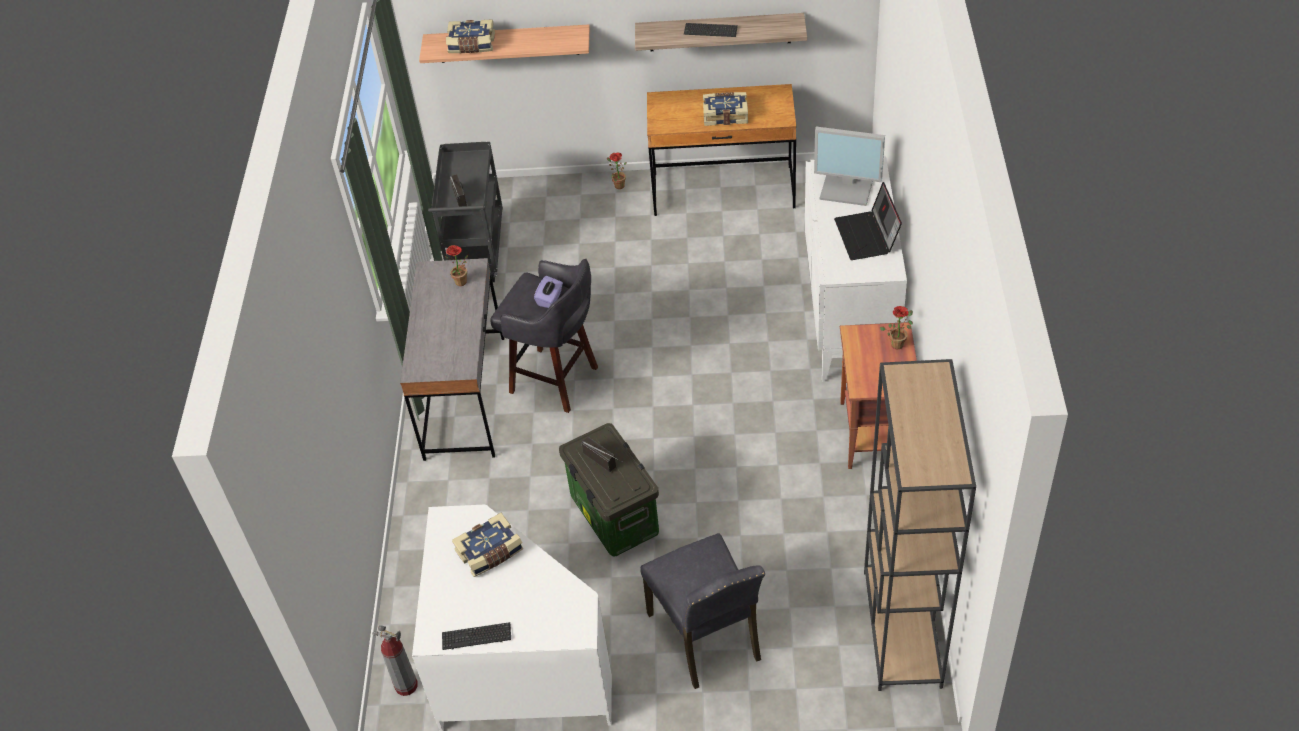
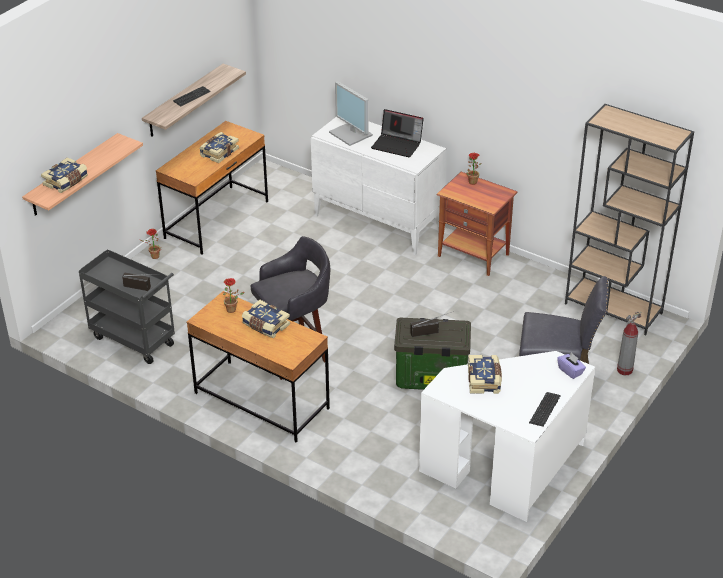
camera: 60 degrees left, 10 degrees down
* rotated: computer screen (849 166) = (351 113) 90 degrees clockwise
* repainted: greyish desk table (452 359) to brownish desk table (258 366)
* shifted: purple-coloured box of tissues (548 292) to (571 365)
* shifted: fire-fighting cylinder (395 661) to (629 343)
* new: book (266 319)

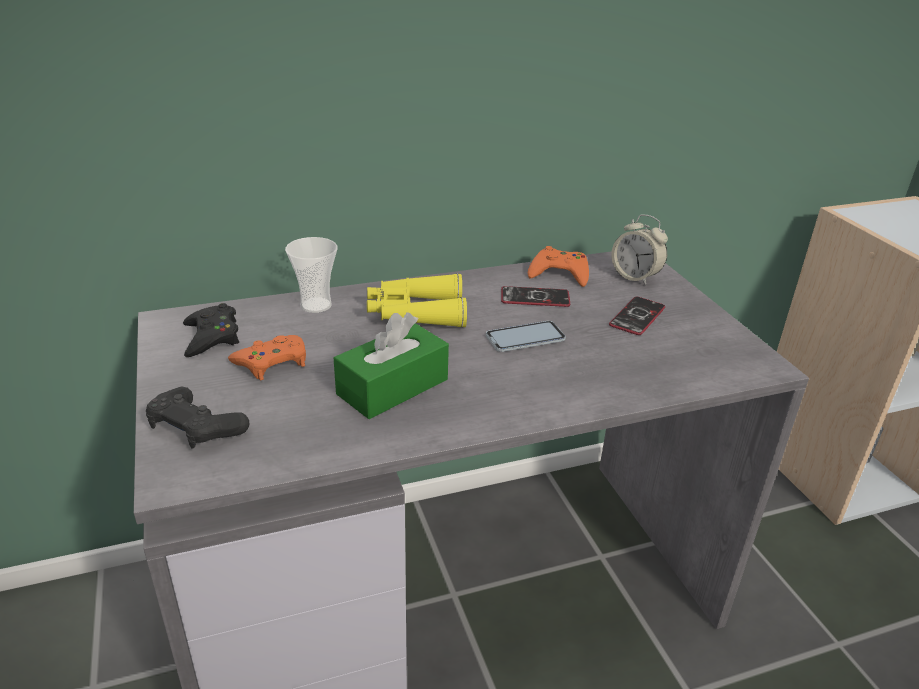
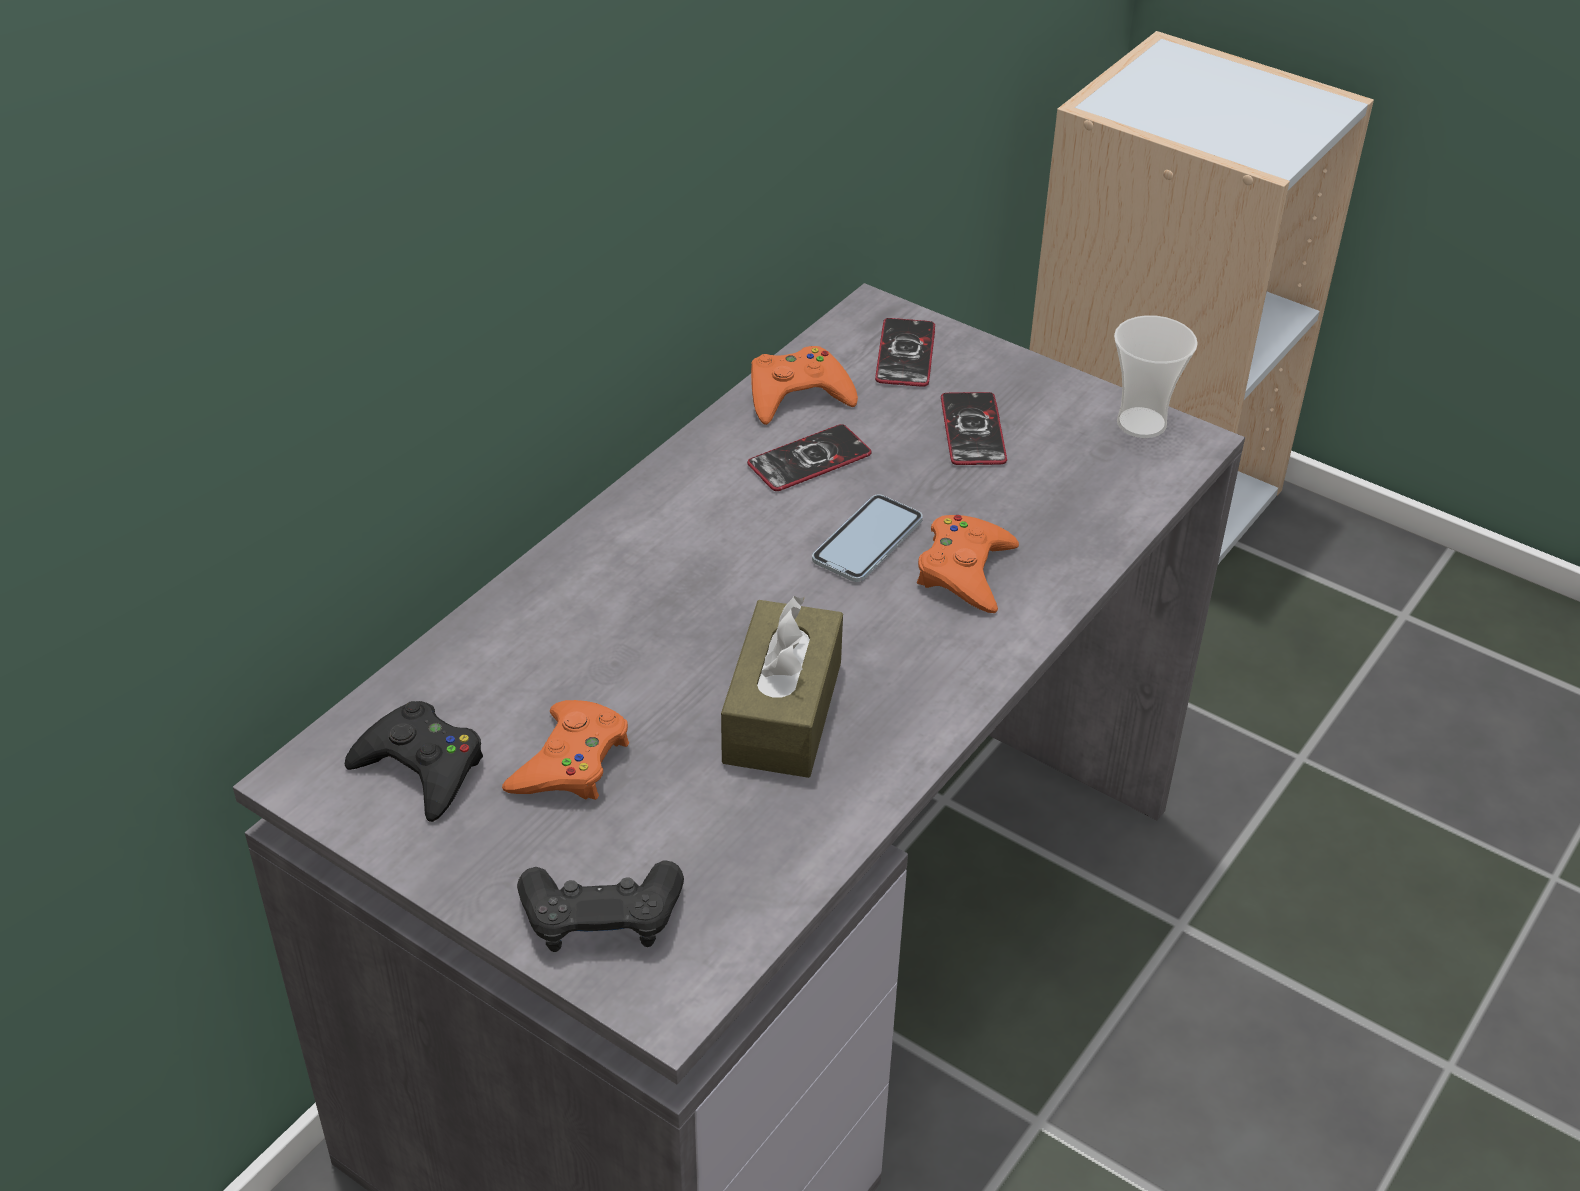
camera: 35 degrees left, 10 degrees up
* swapped: table clock (639 250) to telephone (905 352)
* shifted: cup (311 275) to (1156 376)
* gone: yellowish binoculars (417 300)
* repainted: greenish box of tissues (391 365) to brownish box of tissues (782 687)
* new: orangey joypad (968 564)

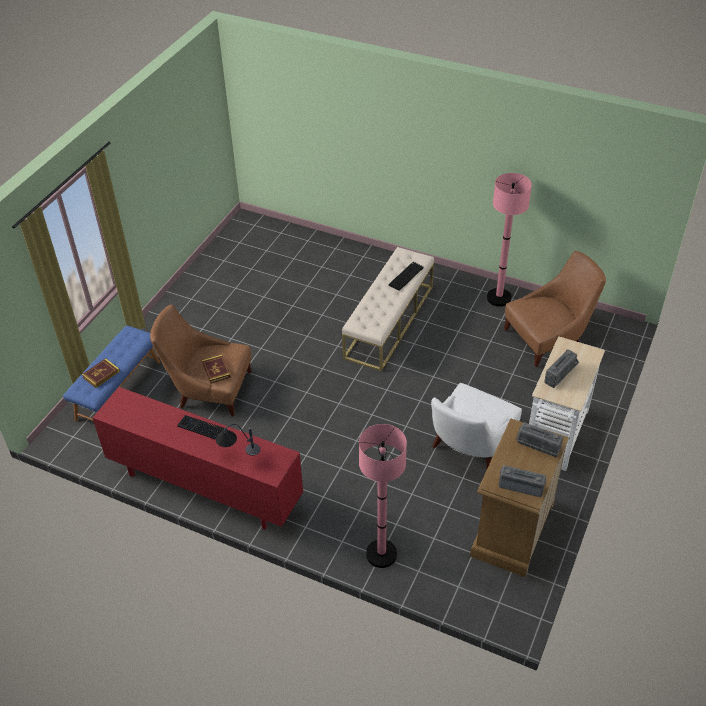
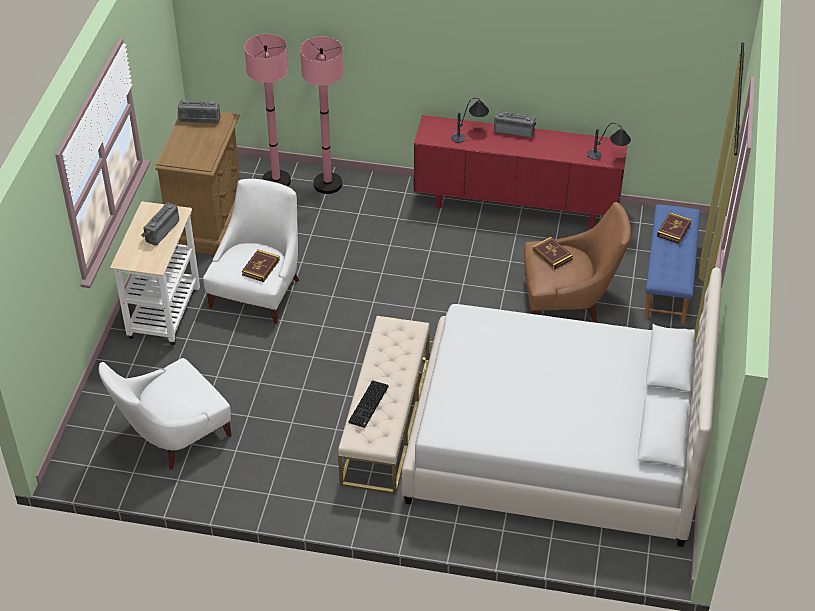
camera: 165 degrees right, 0 degrees up
* shifted: pink standing lamp (509 240) to (267 110)
* repainted: brownish easy chair (555 309) to white-coloured easy chair (164 414)
* gone: keyboard (202 427)
* shifted: radio (539 439) to (515 124)
* new: tabletop lamp (609 141)
* new: book (261 265)
* new: white-coloured bed (562 407)

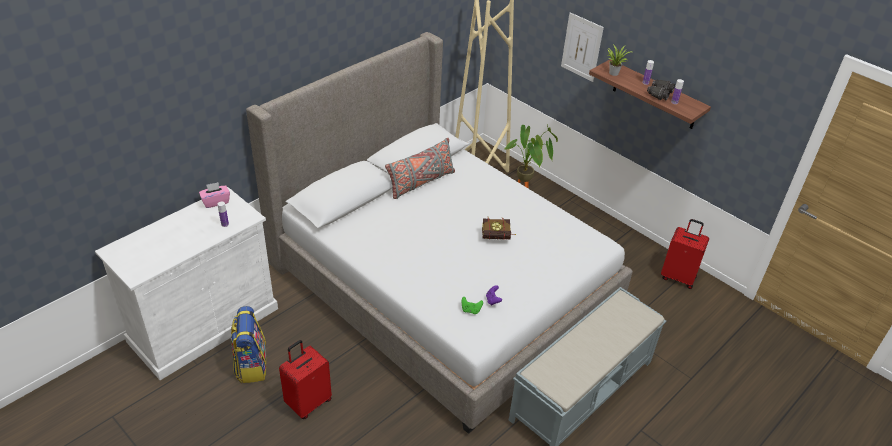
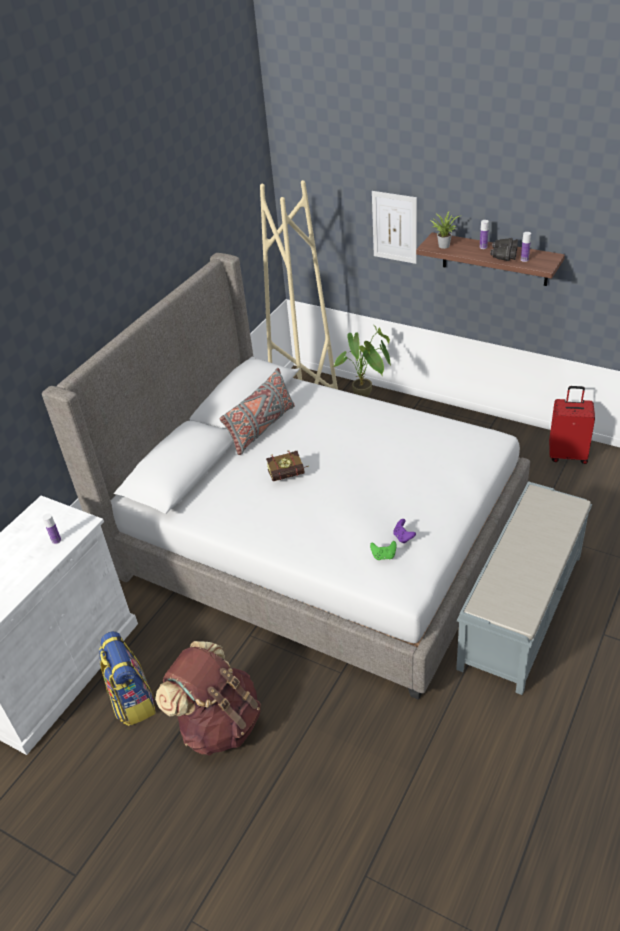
camera: 10 degrees left, 0 degrees up
* gone: pink box of tissues (214 195)
* shifted: book (499 228) to (287 465)
* swapped: red piece of luggage (305 379) to brownish backpack (208 698)

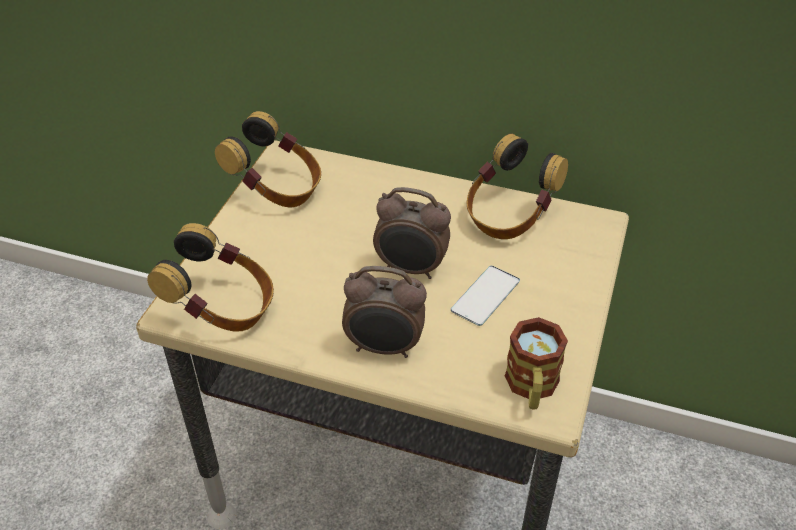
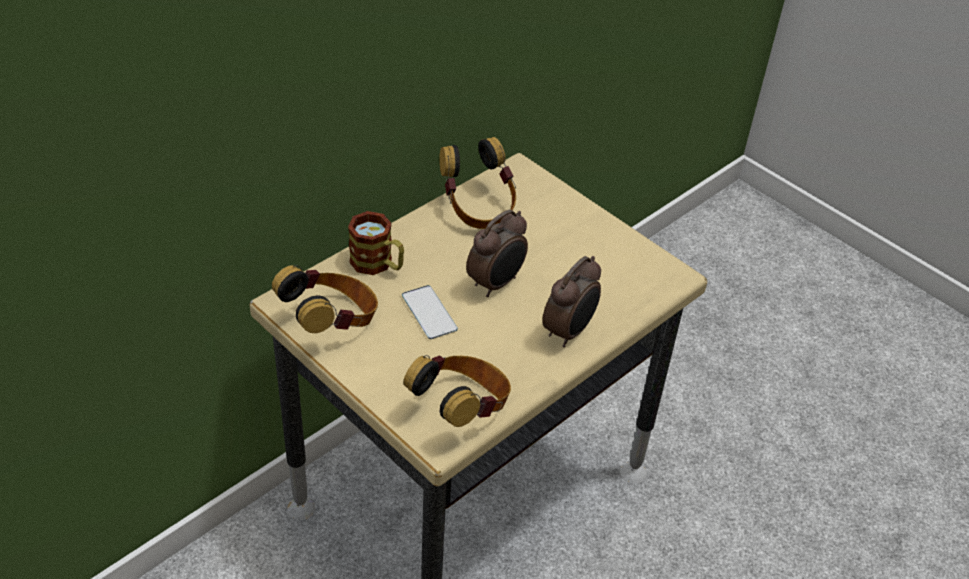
camera: 65 degrees left, 0 degrees up
* shifted: telephone (485 296) to (430 312)
* shifted: mug (536 363) to (376 243)

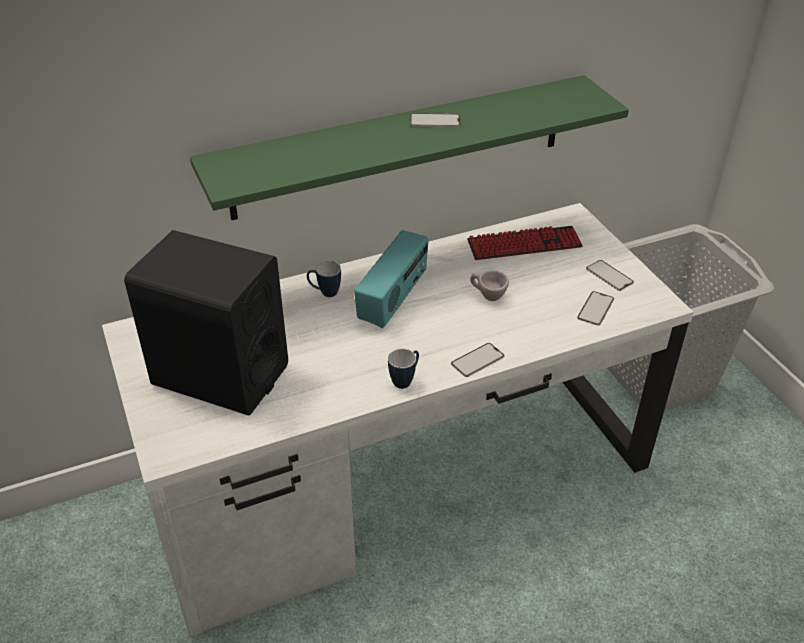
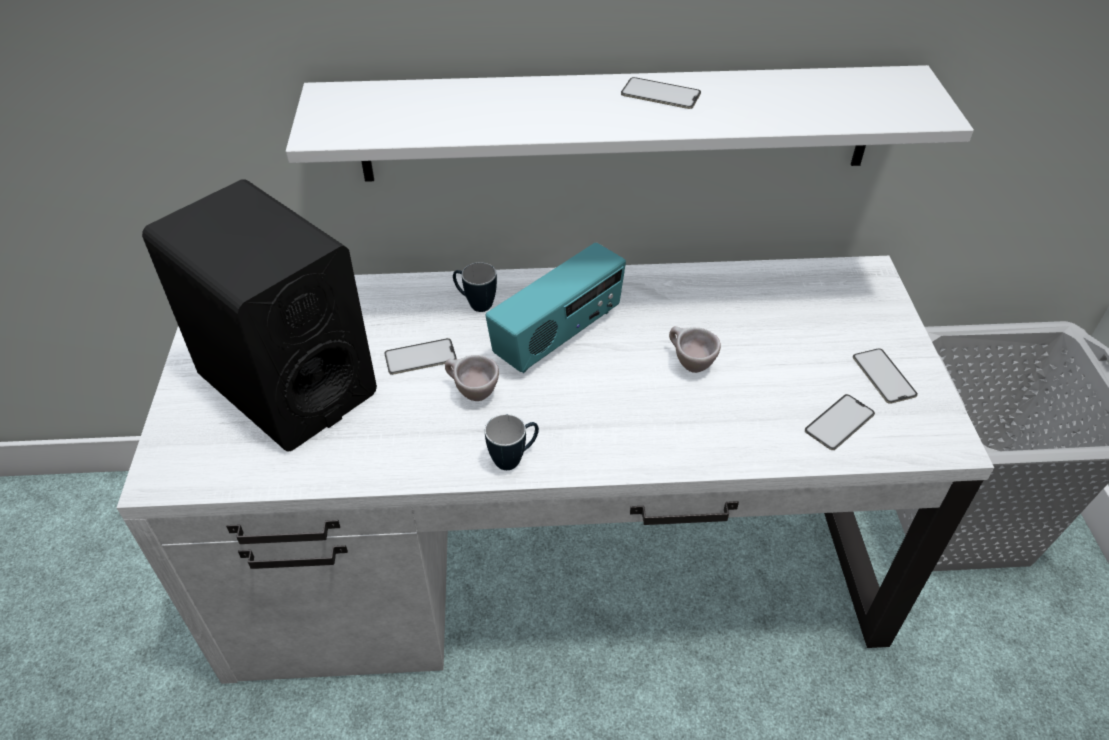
camera: 20 degrees right, 5 degrees up
* repainted: greenish wall shelf (409 147) to white-coloured wall shelf (630 123)
* gone: keyboard (525 243)
* shifted: telephone (477 360) to (420 356)
* new: beige-coloured cup (472 378)

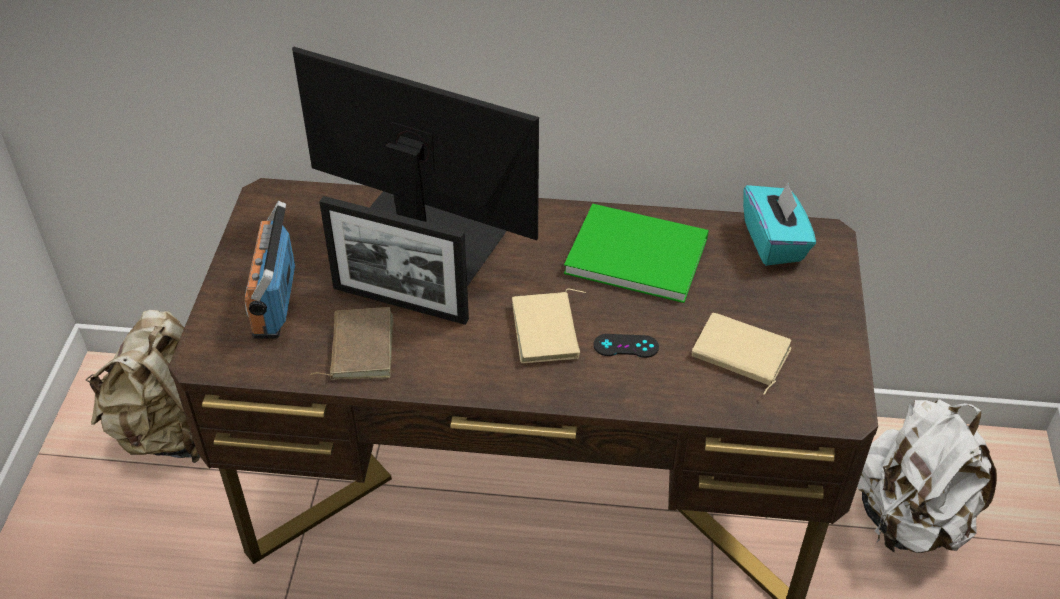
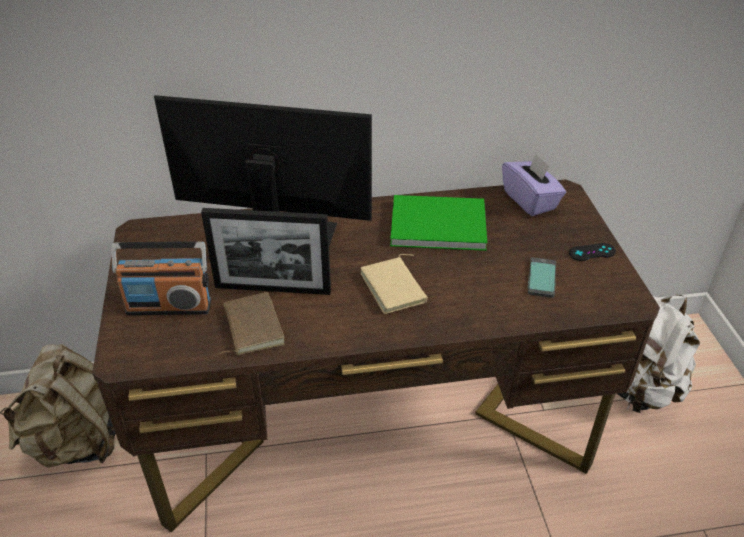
camera: 15 degrees left, 5 degrees down
* repainted: turquoise-coloured box of tissues (779 224) to purple-coloured box of tissues (534 184)
* rotated: radio (270 270) = (161 278) 75 degrees counterclockwise
* swapped: beige-coloured book (742 354) to telephone (542 277)
* shifted: black-coloured joypad (626 346) to (592 252)

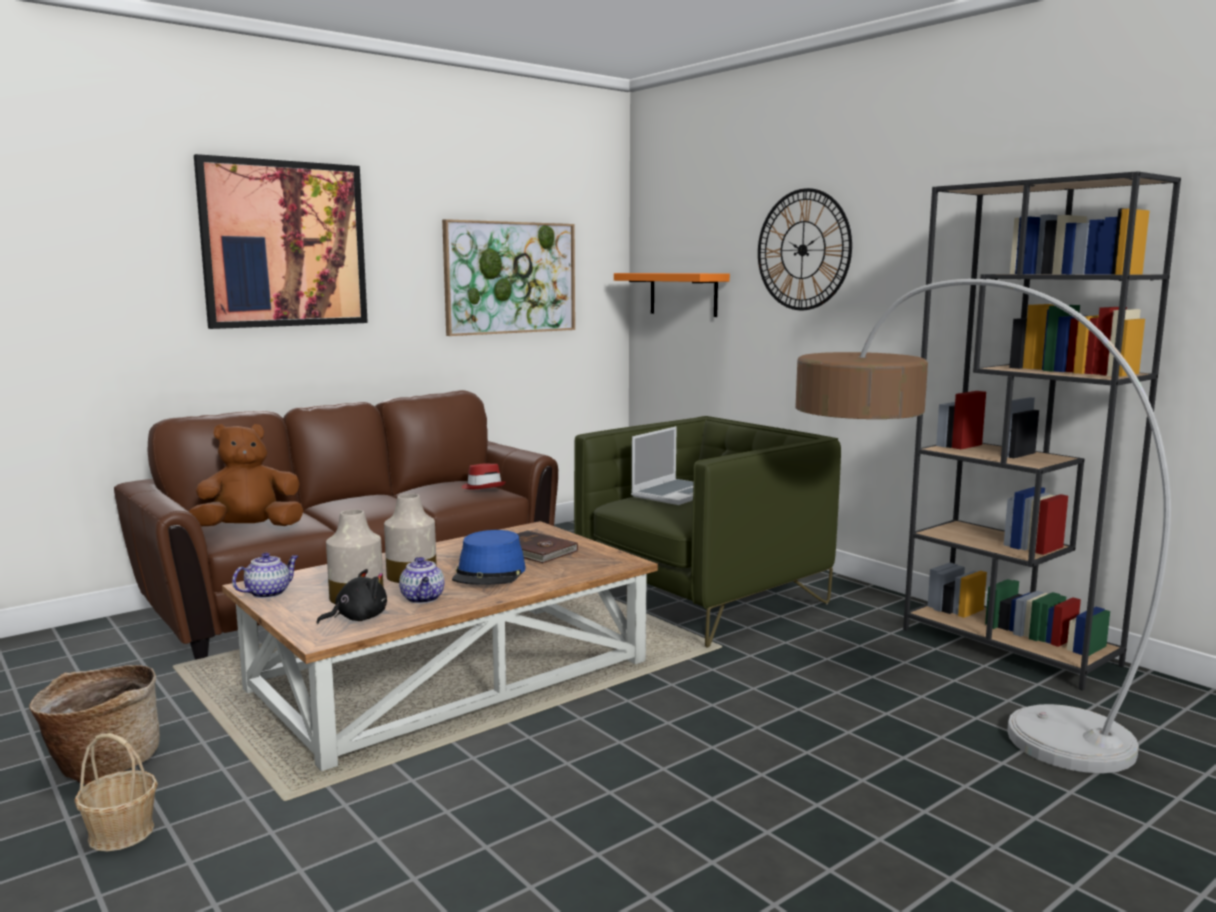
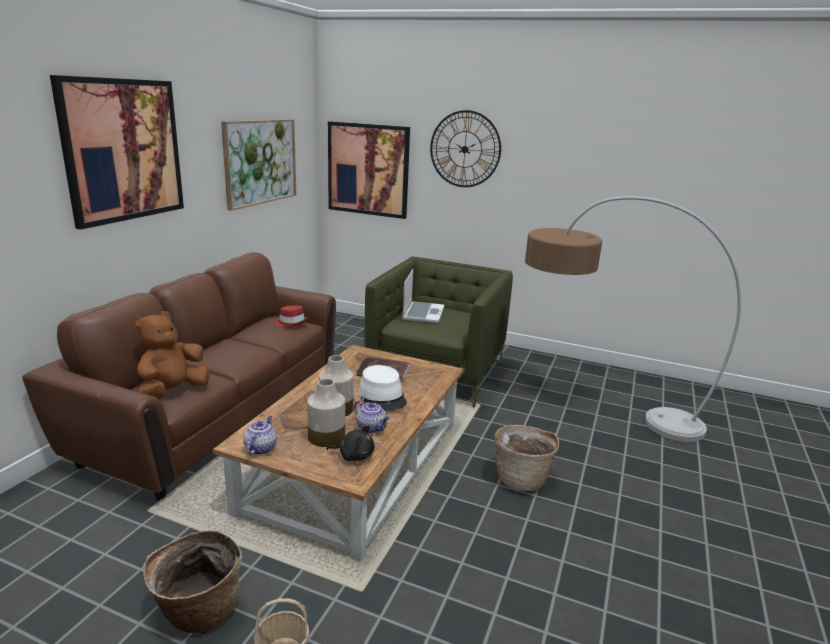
camera: 30 degrees left, 10 degrees up
* gone: bookcase (1042 431)
* swapped: orangey wall shelf (672 295) to wall art (369 170)
* repainted: bluish hat (488 557) to white-coloured hat (382 387)
* rotated: black-coloured cuddly toy (351 596) = (350 443) 75 degrees clockwise
* new: household basket (527 458)

